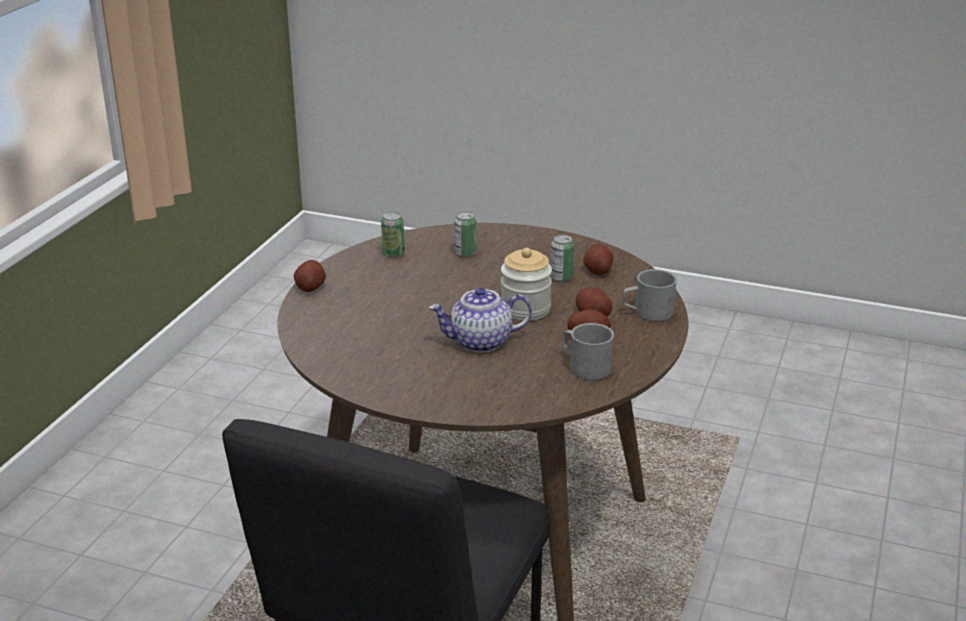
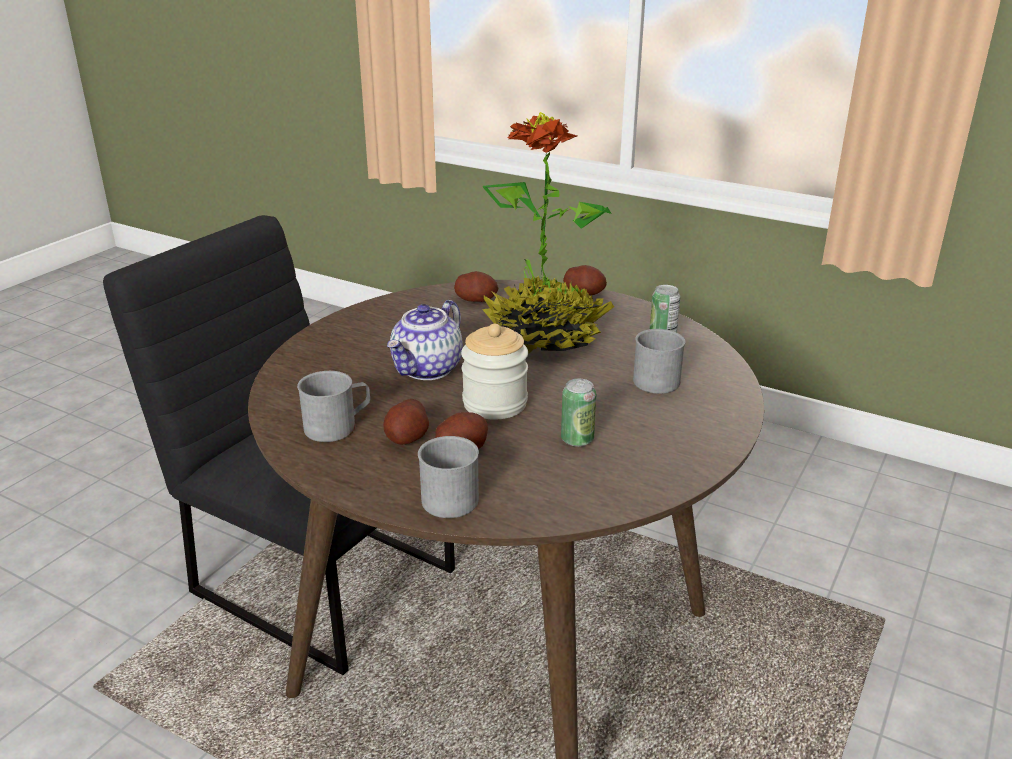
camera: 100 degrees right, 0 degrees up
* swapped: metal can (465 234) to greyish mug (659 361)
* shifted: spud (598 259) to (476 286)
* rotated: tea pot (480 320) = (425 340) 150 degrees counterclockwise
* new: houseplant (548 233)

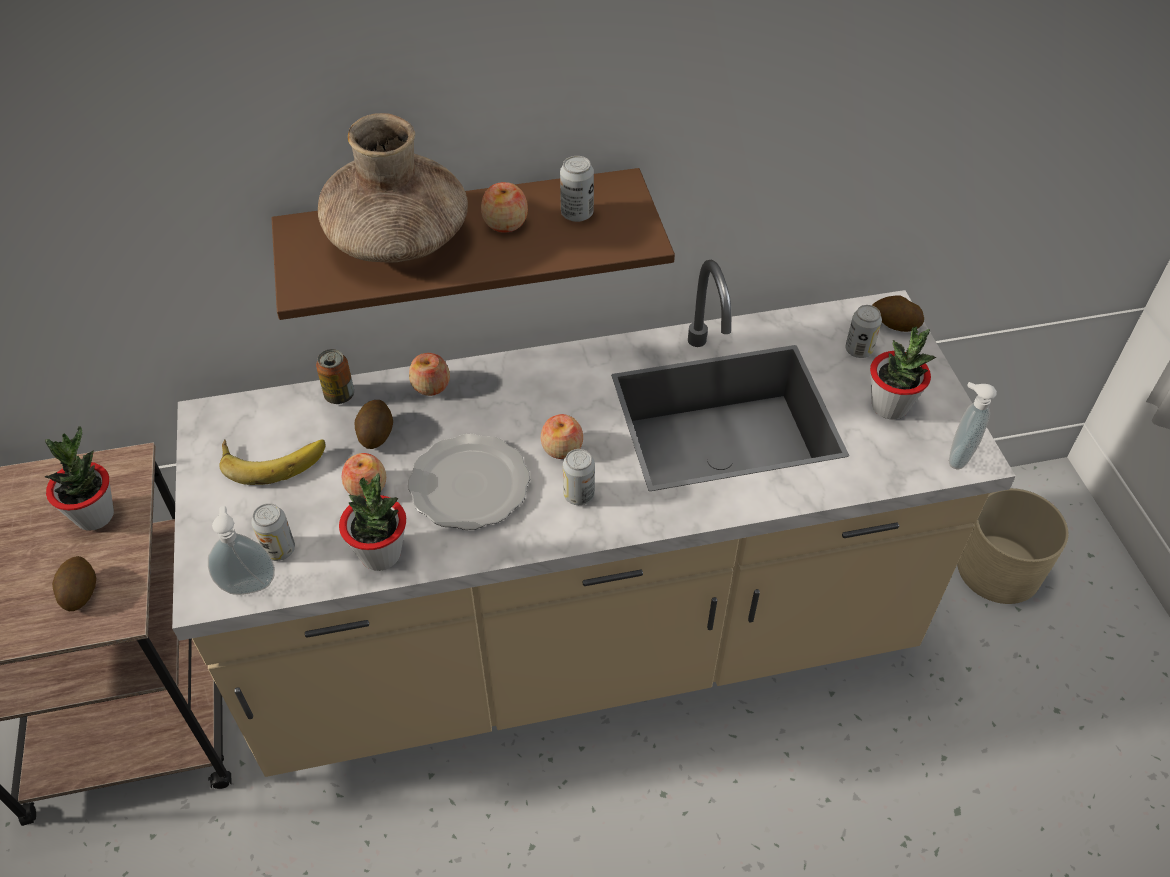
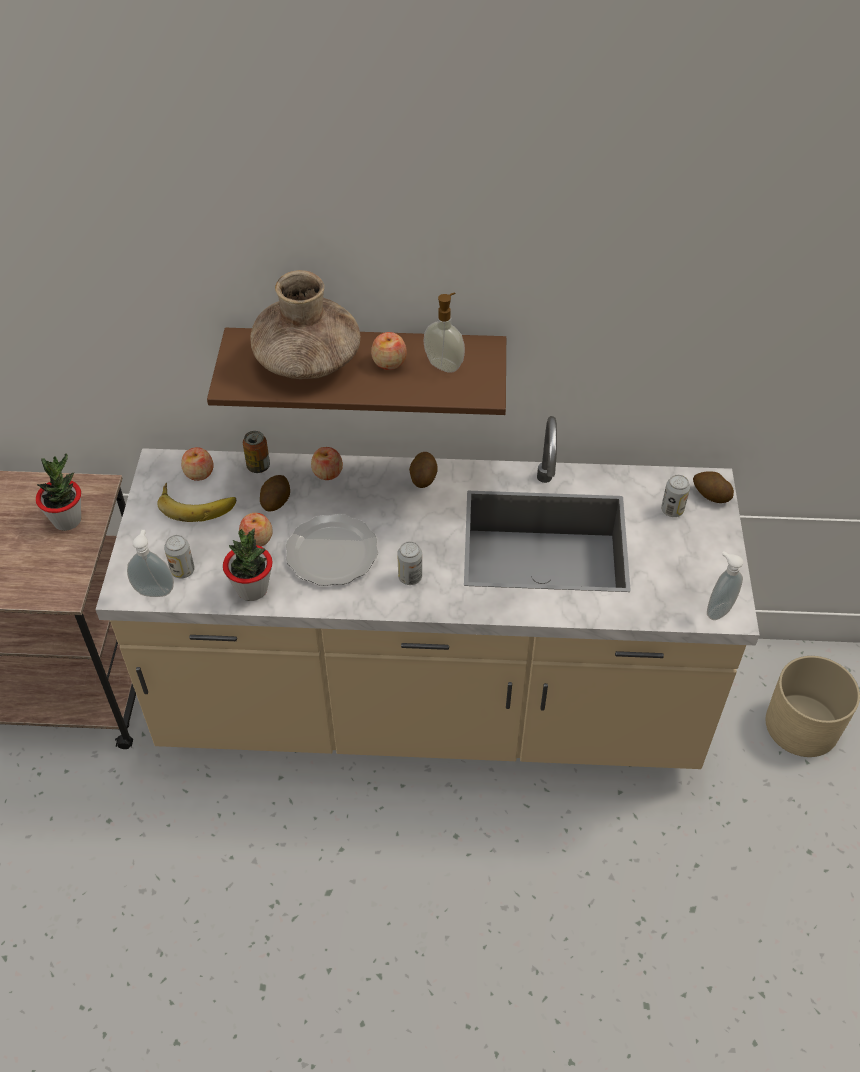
camera: 15 degrees right, 0 degrees up
* swapped: metal can (577 189) to liquid soap bottle (444 332)
* gone: houseplant (903 372)
* shifted: whole apple (562 436) to (197 464)
* shifted: spud (74 583) to (423 470)

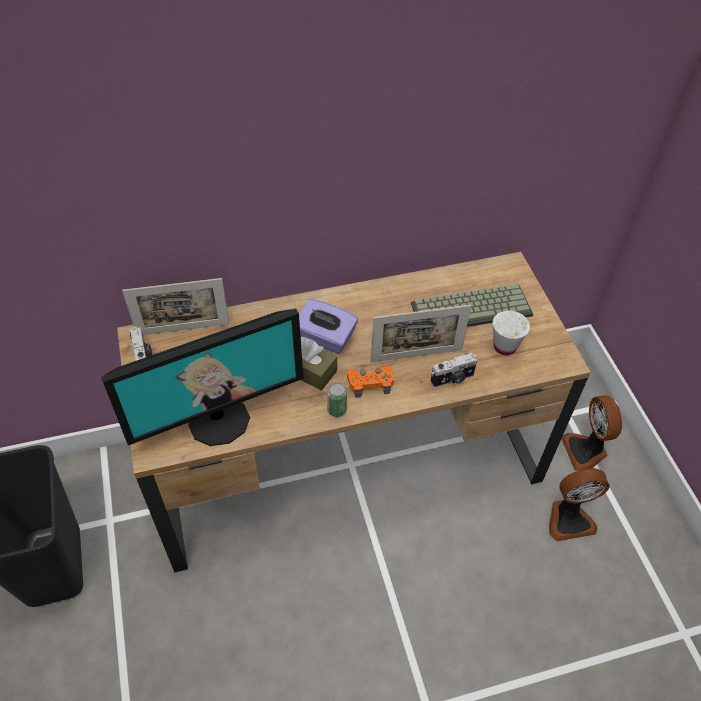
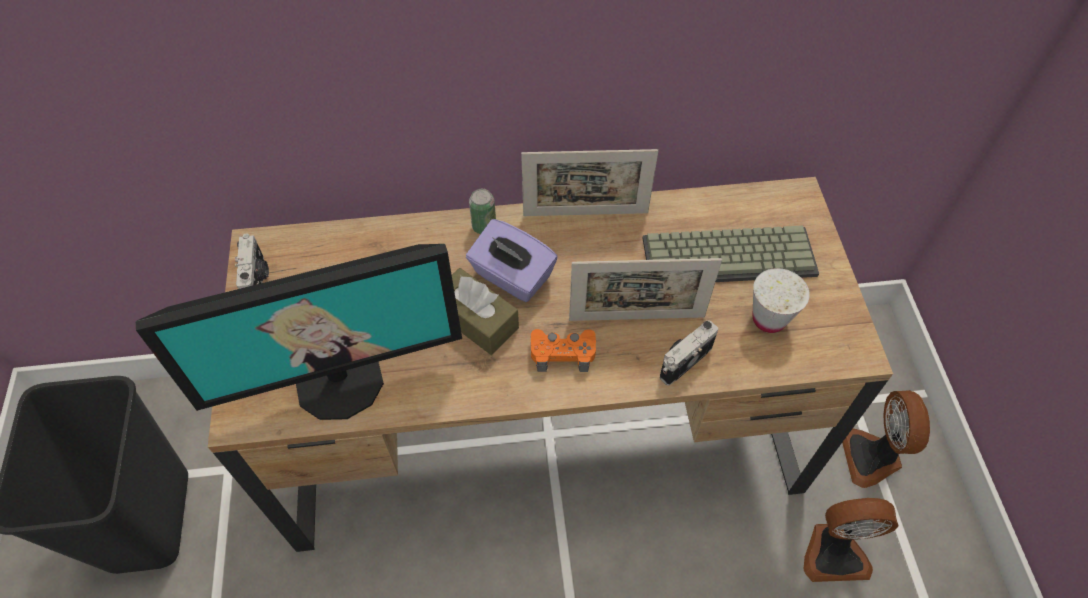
camera: 10 degrees right, 5 degrees up
* shifted: standing frame (175 306) to (589 182)
* rotated: still camera (453 370) = (689 353) 150 degrees clockwise
* shifted: metal can (337 400) to (482 211)

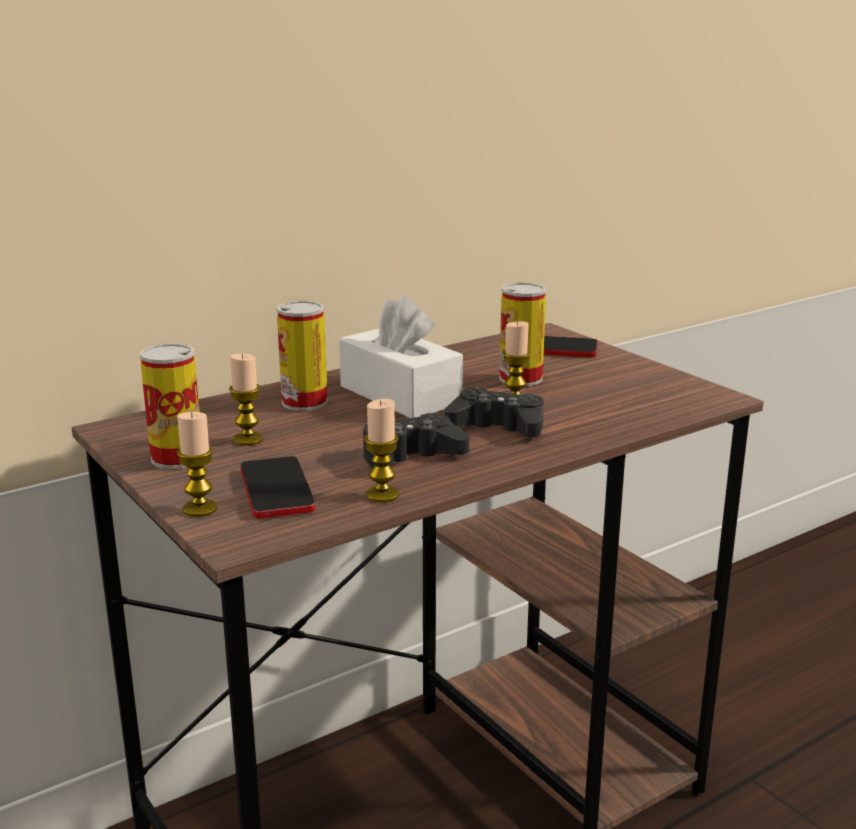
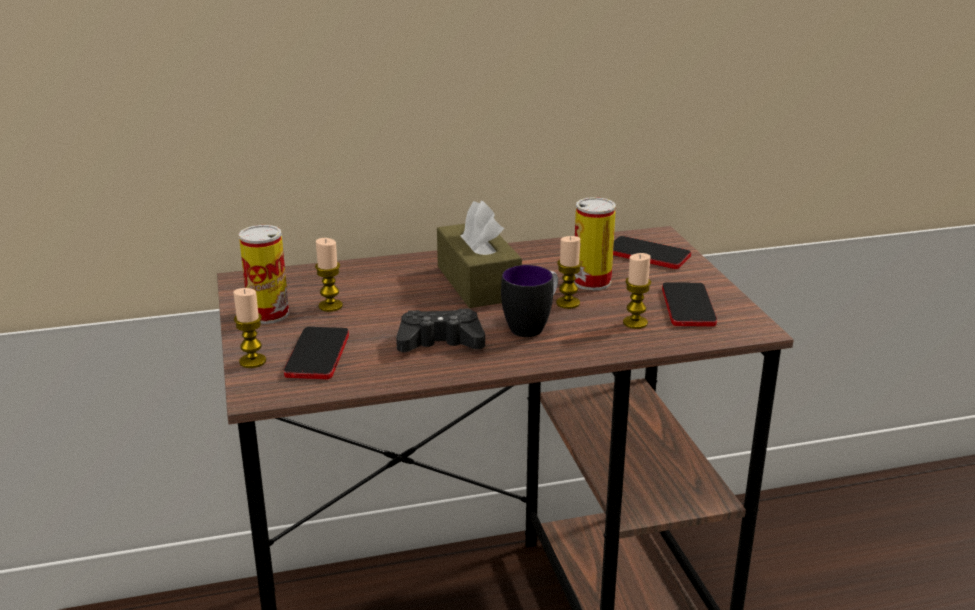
camera: 20 degrees right, 5 degrees up
* repainted: white-coloured box of tissues (401 356) to brownish box of tissues (479 254)
* gone: metal can (302 356)
* swapped: black-coloured joypad (494 413) to mug (529 301)
* shifted: candle (381 451) to (637 291)
* new: telephone (689 304)

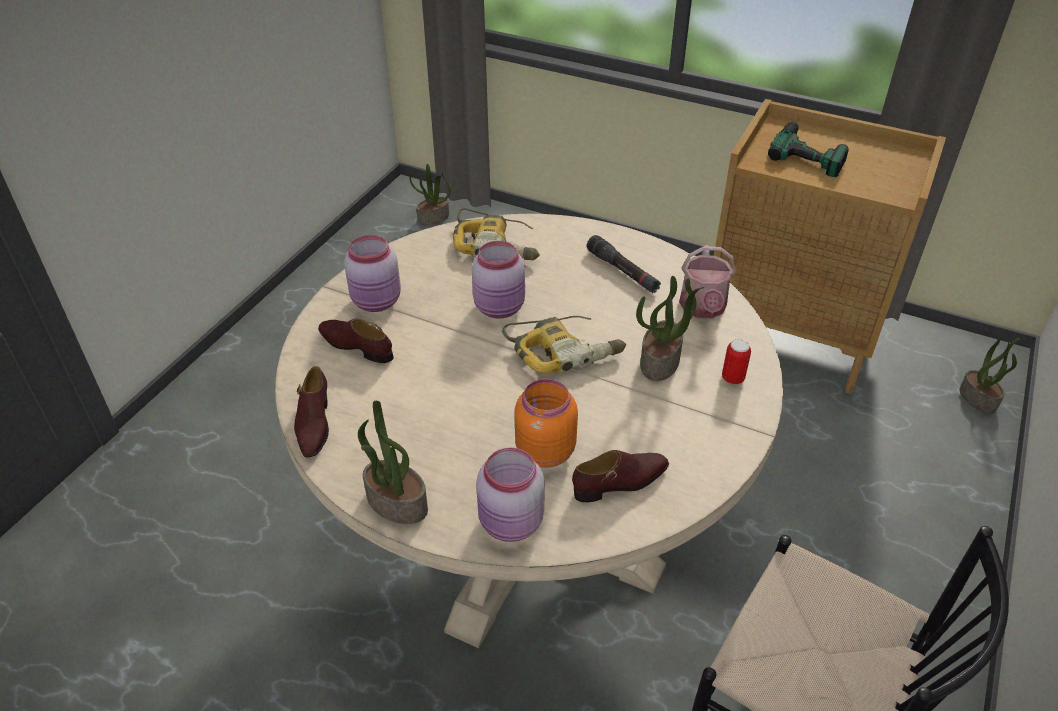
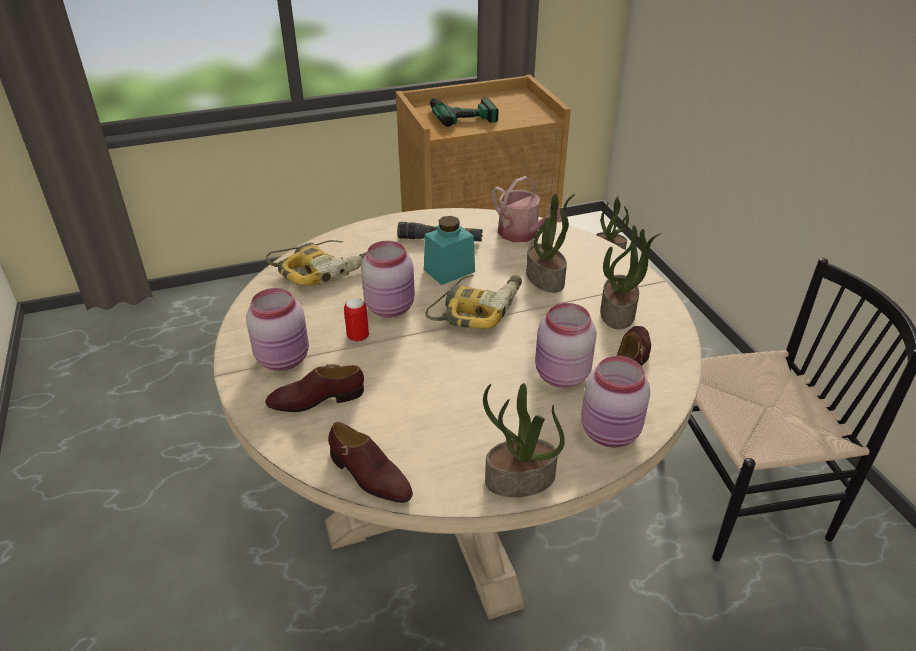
camera: 45 degrees left, 5 degrees down
* shifted: houseplant (430 195) to (631 277)
* shifted: metal can (736 362) to (356 320)
* repainted: orangey jar (546 423) to pink jar (566 345)
* new: turquoise-coloured jar (449 250)

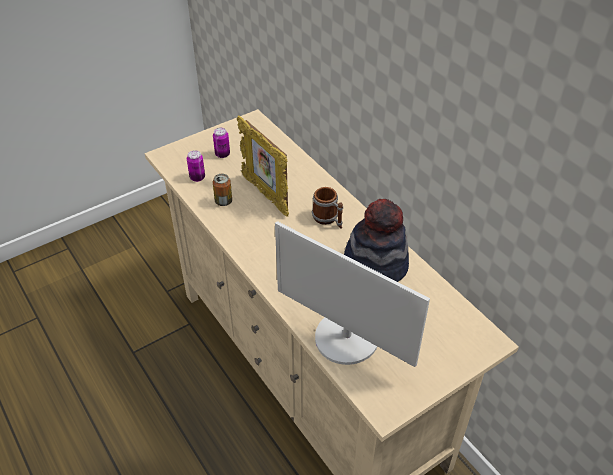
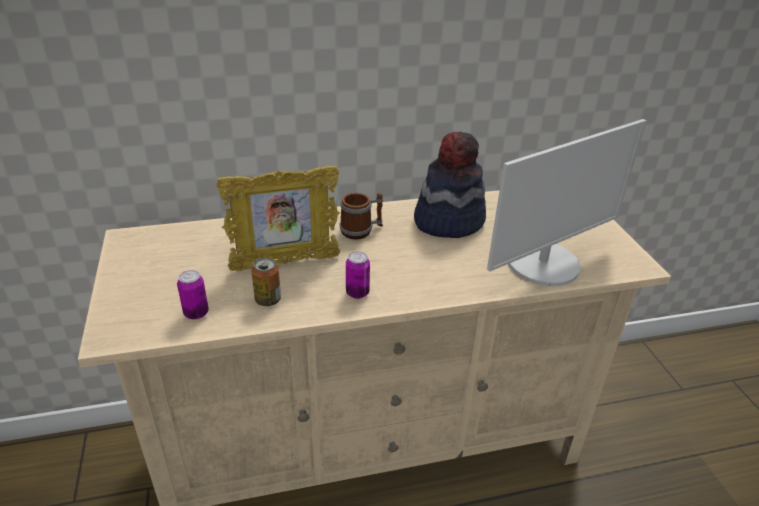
camera: 70 degrees left, 10 degrees down
* shifted: metal can (221 143) to (358 275)

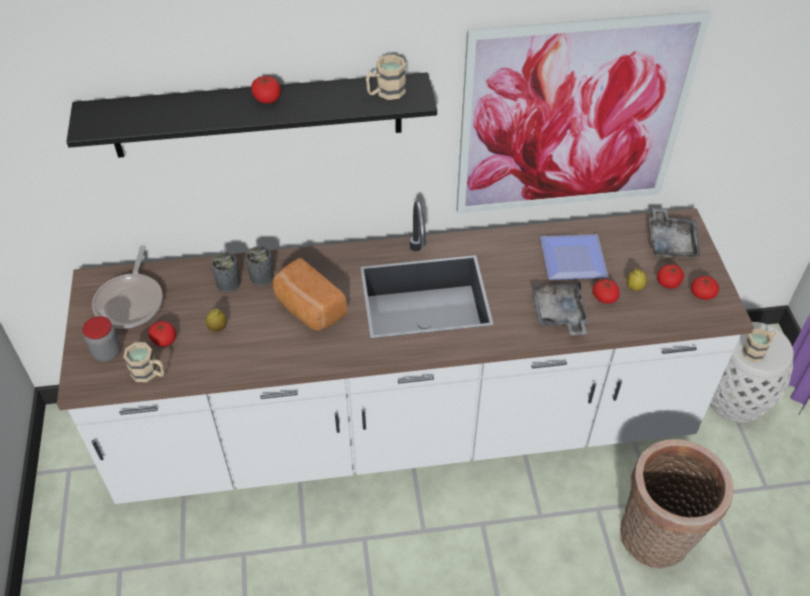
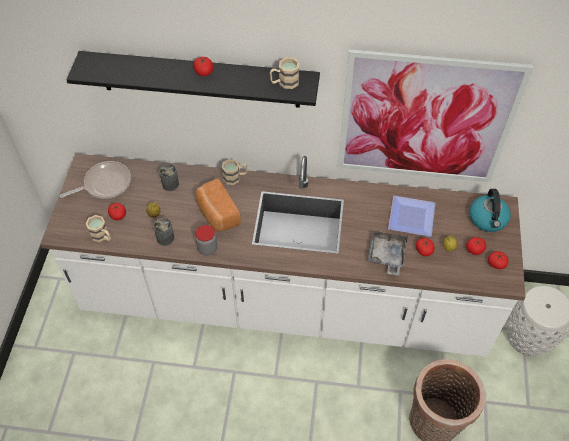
camera: 15 degrees right, 5 degrees up
* swapped: greyish carrying tray (674 233) to tea kettle (490 210)
* rotated: frying pan (127 287) = (95 180) 135 degrees counterclockwise
* shifted: metal can (260 266) to (163 232)
* shifted: jar (101 339) to (206 240)
* shifted: beige-coloured mug (758 345) to (234 172)

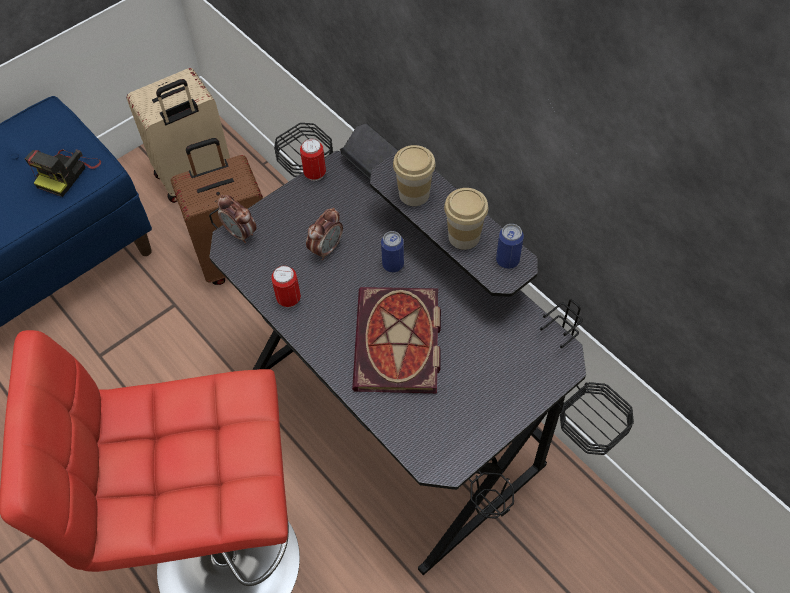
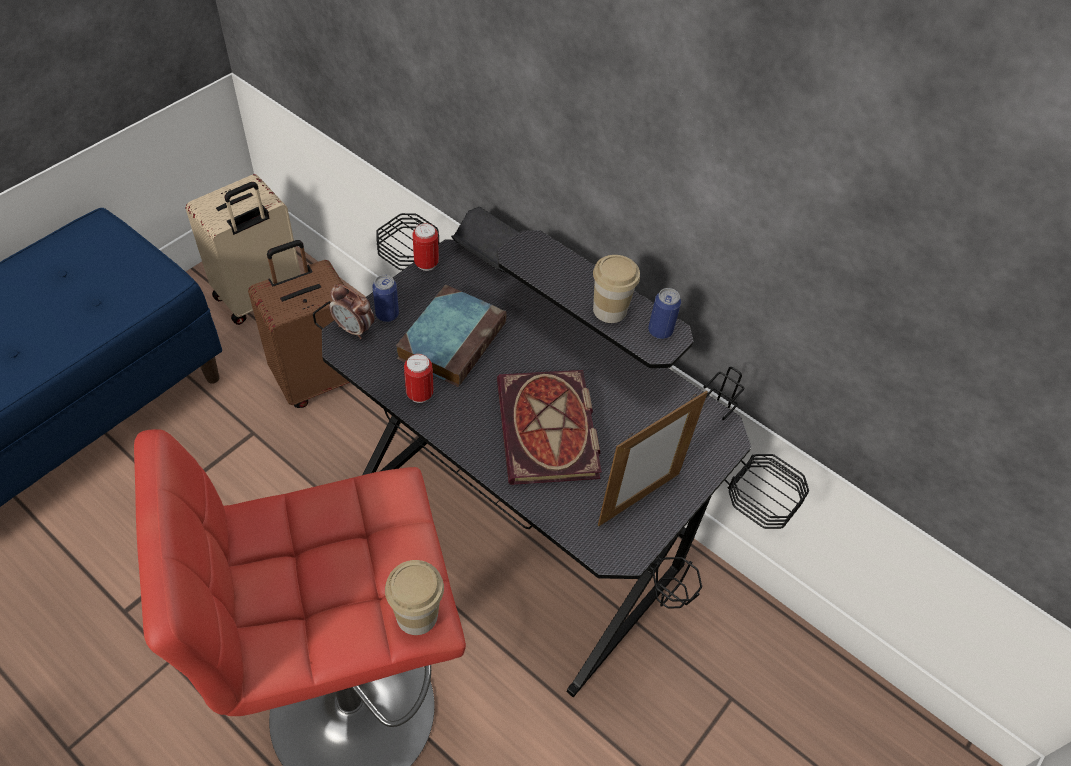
camera: 15 degrees left, 5 degrees down
* shifted: cup (414 175) to (414 597)
* gone: still camera (63 173)
* swapped: table clock (324 234) to book (451 336)
* shifted: metal can (392 251) to (385 298)
* new: standing frame (653 458)

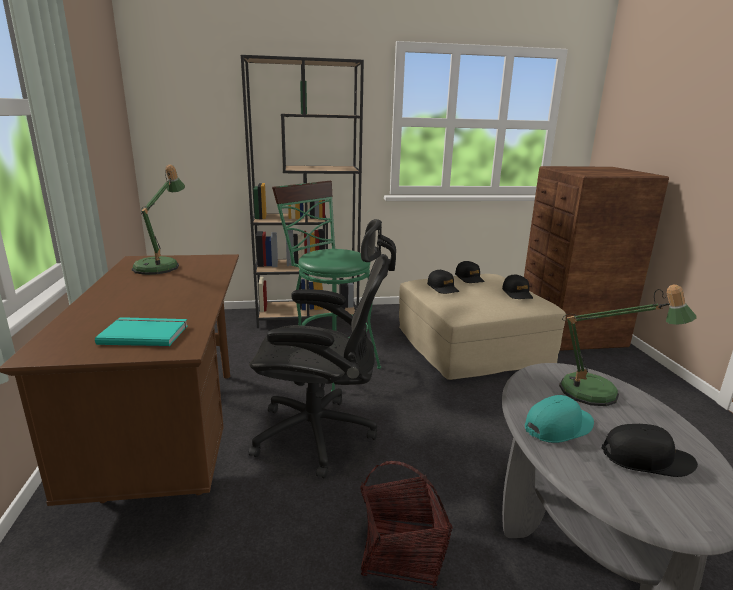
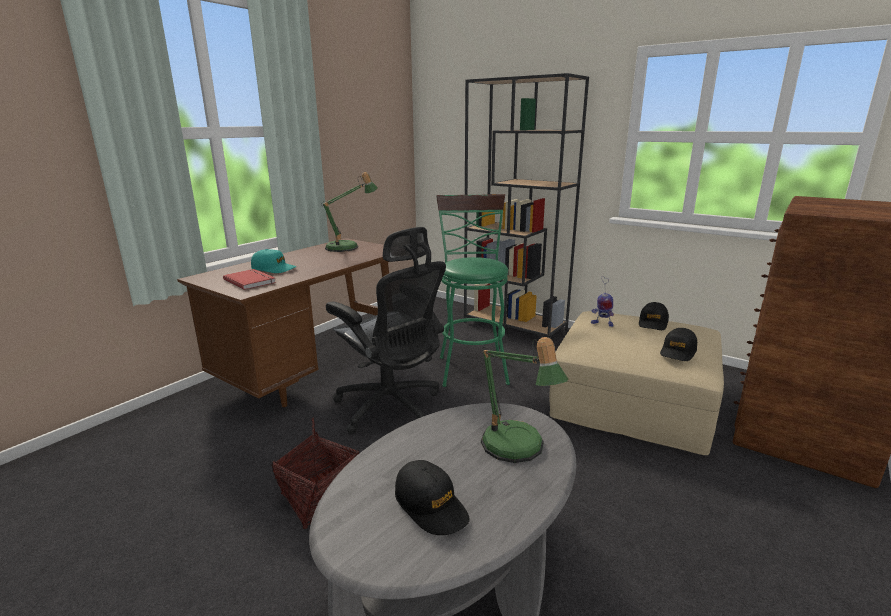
camera: 45 degrees right, 0 degrees up
* swapped: black-coloured peaked cap (443 282) to model robot (602 301)
* repainted: turquoise-coloured book (141 332) to red book (249 279)
* shifted: turquoise-coloured peaked cap (559 419) to (273 261)

